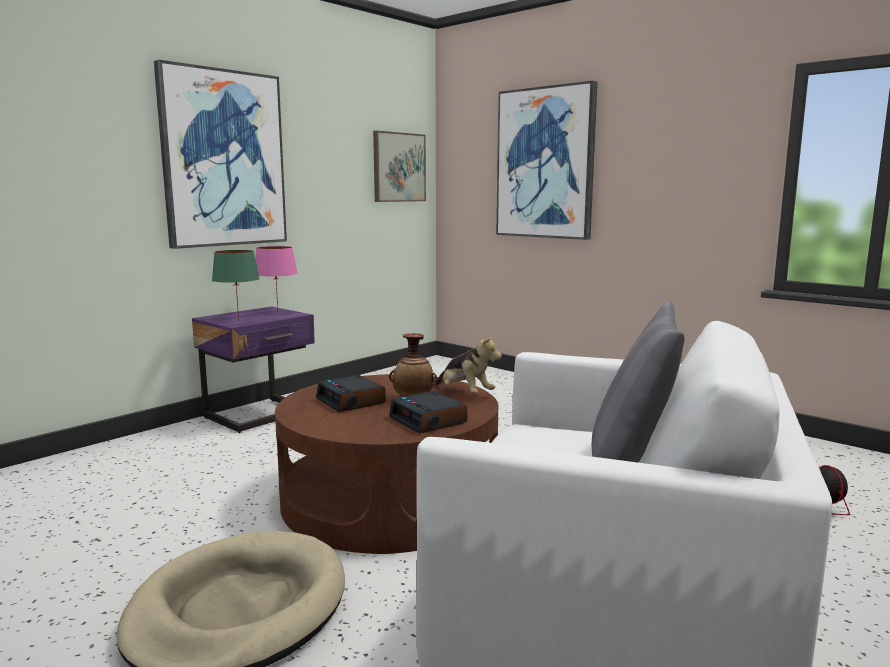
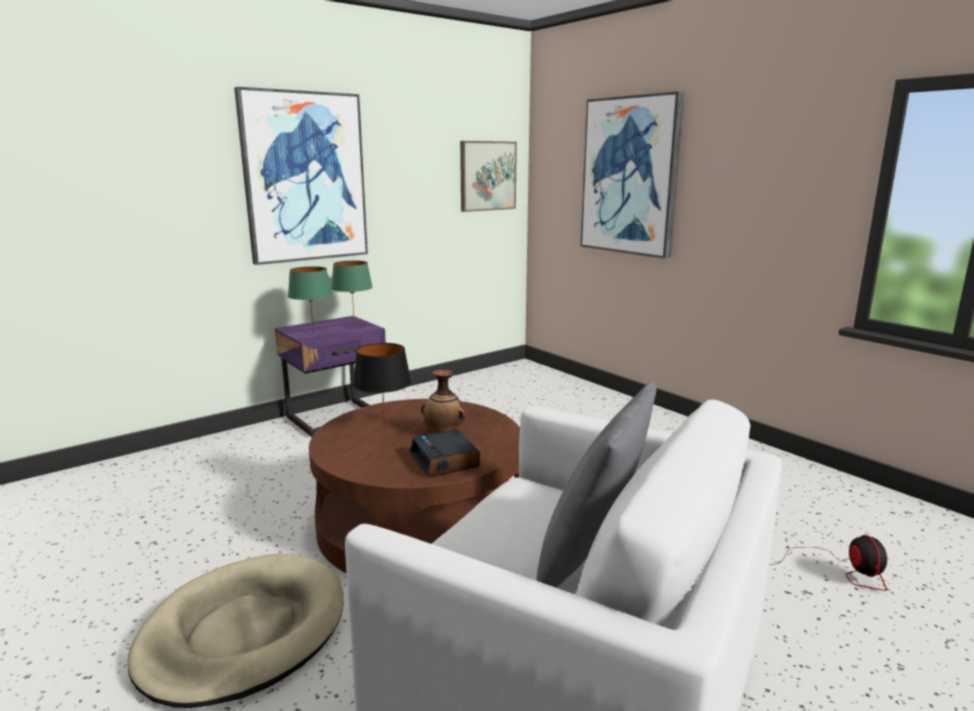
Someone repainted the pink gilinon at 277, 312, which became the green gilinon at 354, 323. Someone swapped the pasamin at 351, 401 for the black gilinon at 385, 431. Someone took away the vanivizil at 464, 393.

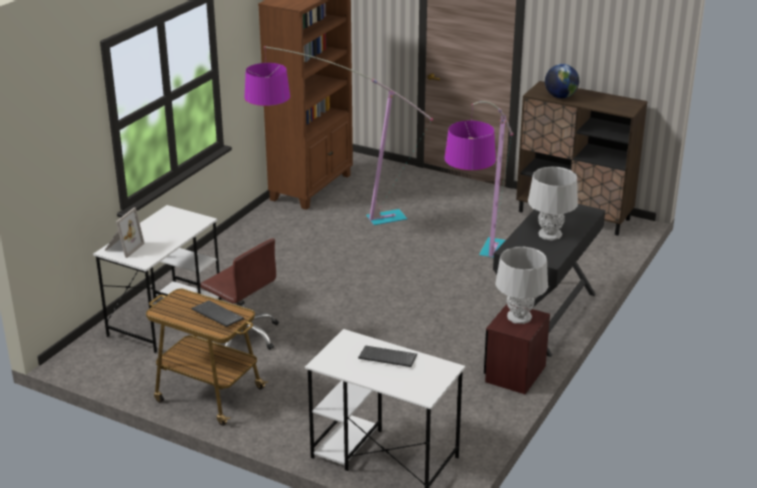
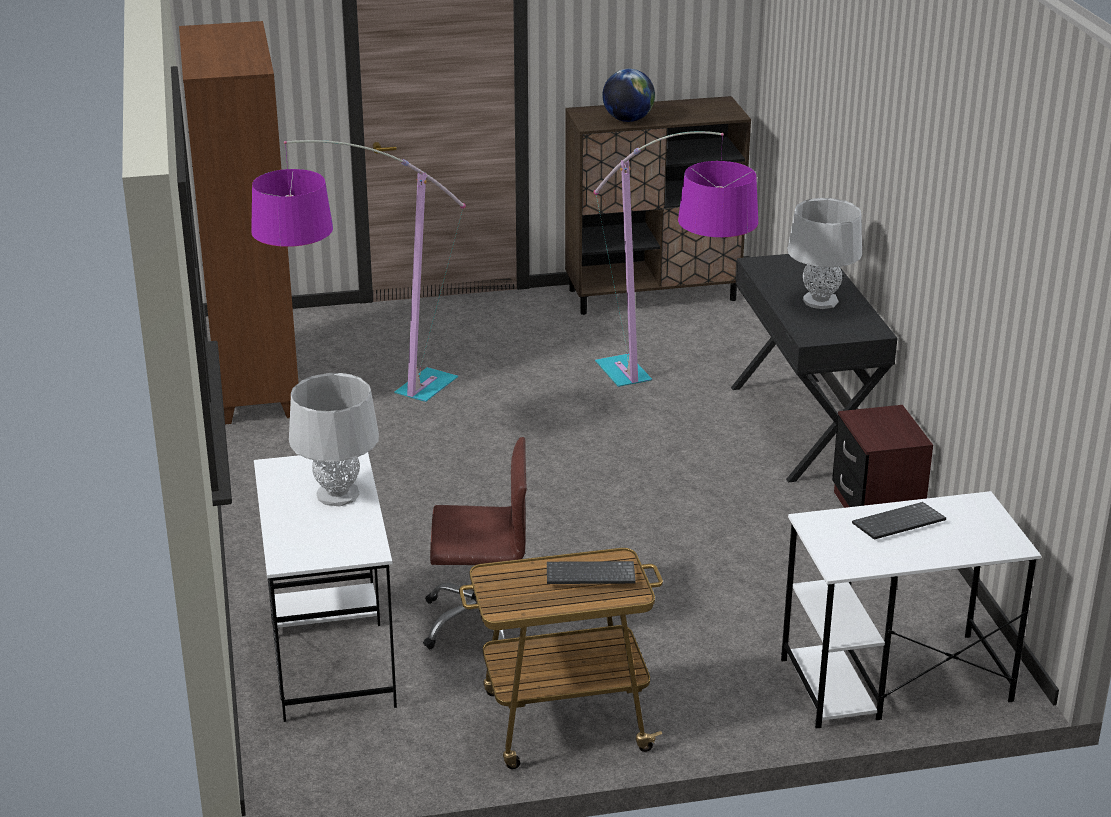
Someone took away the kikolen at 122, 247. Someone carried the grey gilinon from 519, 317 to 338, 495.

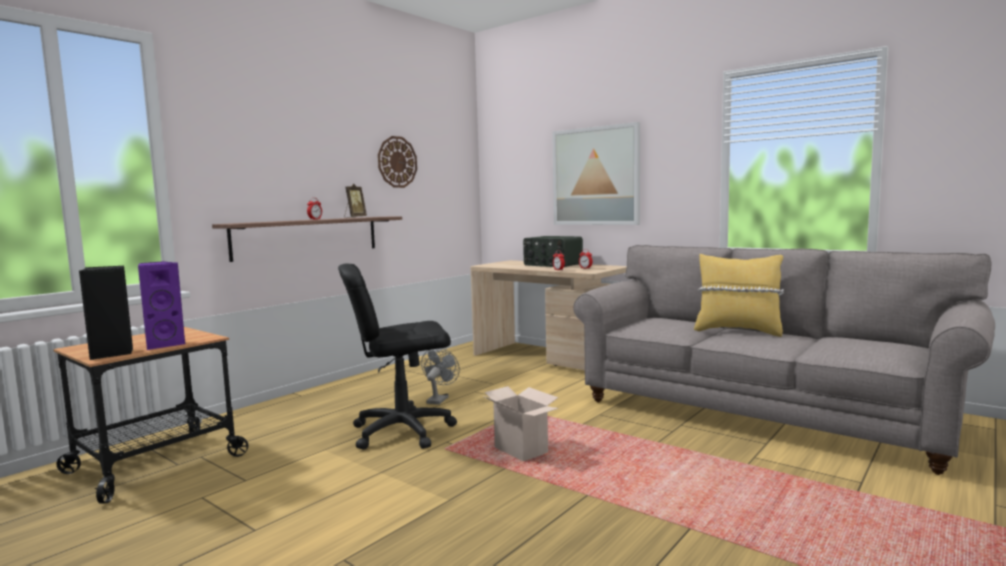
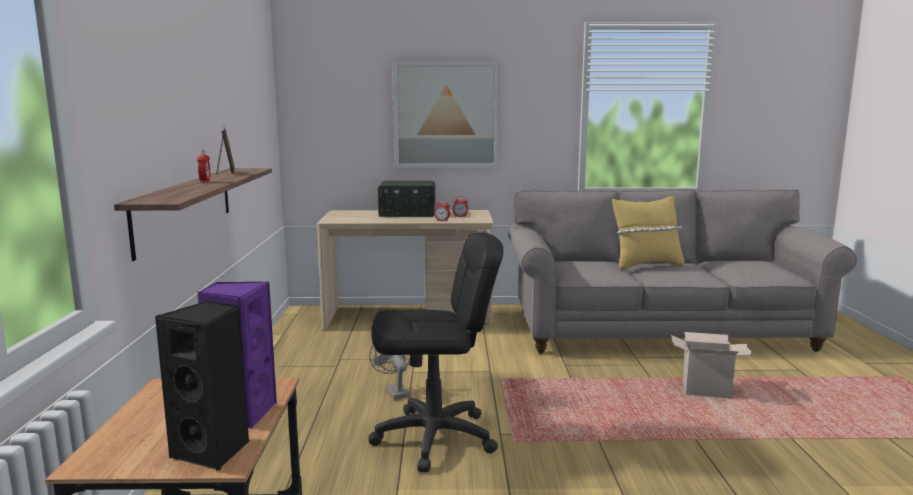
Someone rotated the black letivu at 402, 431 by 135 degrees counterclockwise. Someone took away the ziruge at 397, 162. Someone carried the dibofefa from 523, 450 to 707, 390.

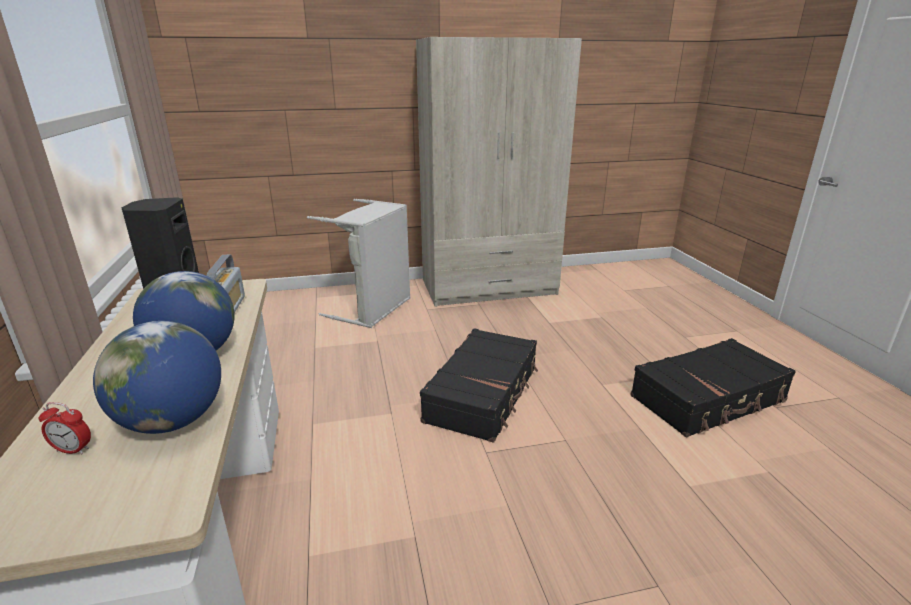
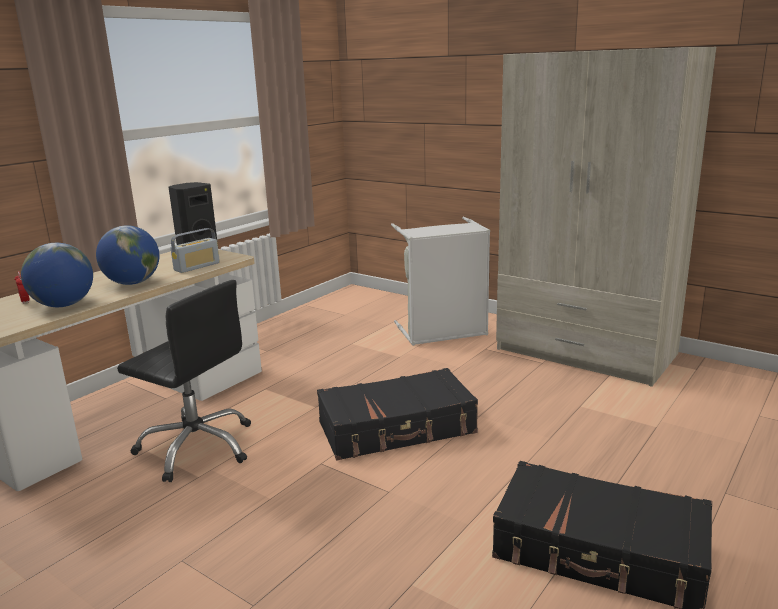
Someone put down the black letivu at 197, 447.

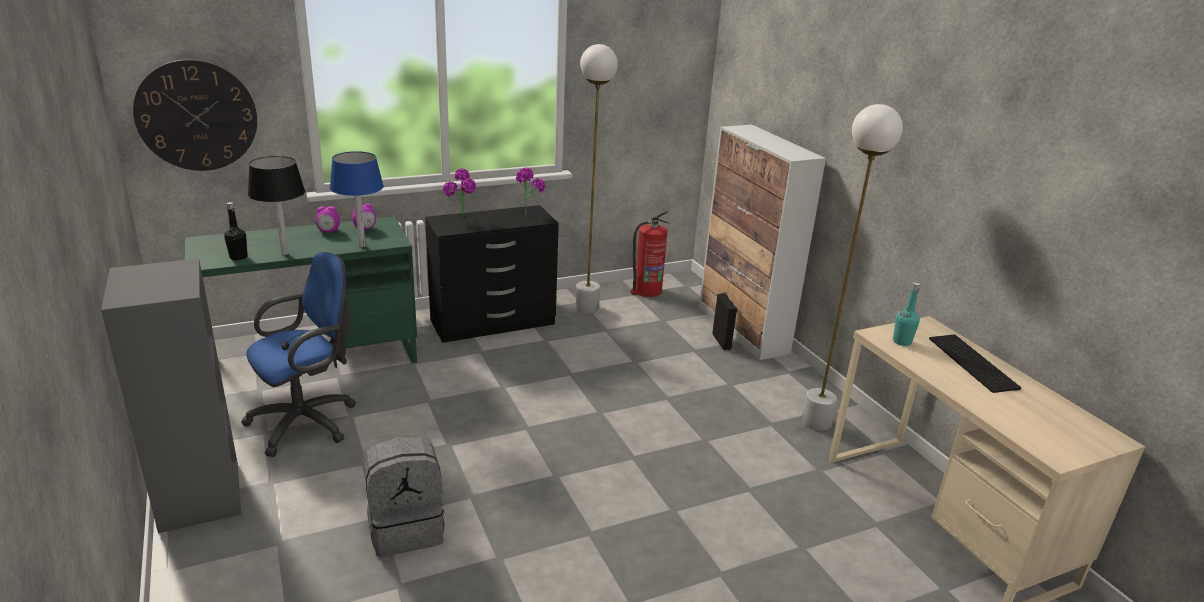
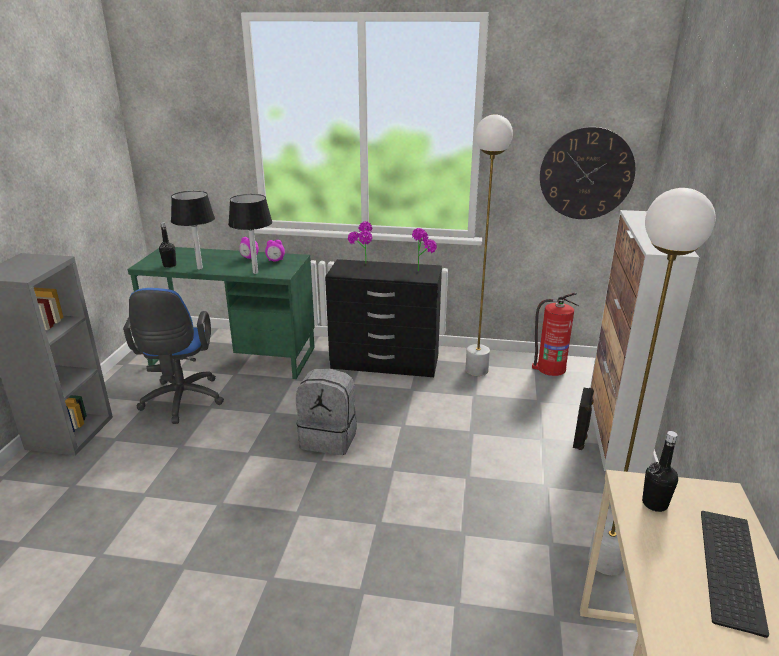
Someone carried the ziruge from 197, 116 to 586, 174. Someone rotated the blue letivu at 308, 422 by 90 degrees clockwise. Someone repainted the blue gilinon at 362, 246, which became the black gilinon at 255, 272. Someone carried the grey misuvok from 406, 529 to 329, 438. Someone repainted the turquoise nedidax at 902, 342, which became the black nedidax at 654, 504.

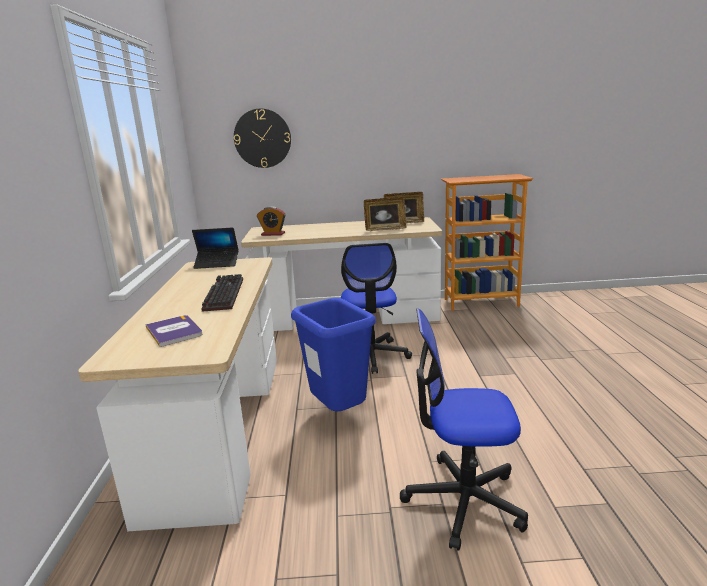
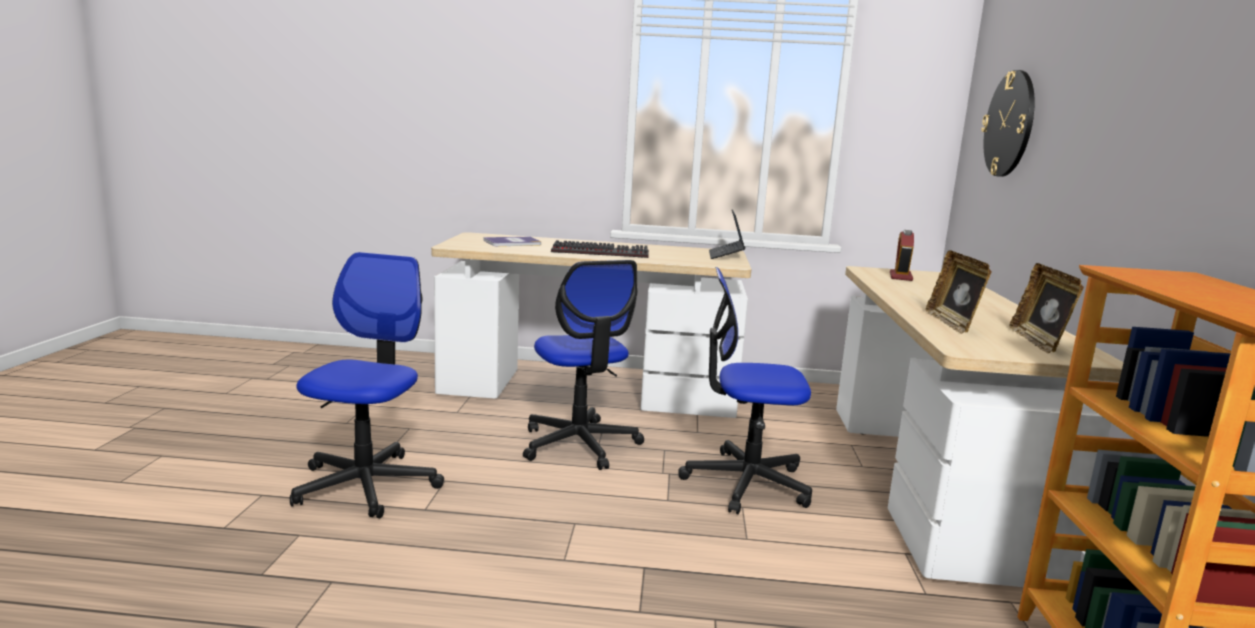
Someone swapped the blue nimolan at 339, 414 for the letivu at 580, 444.

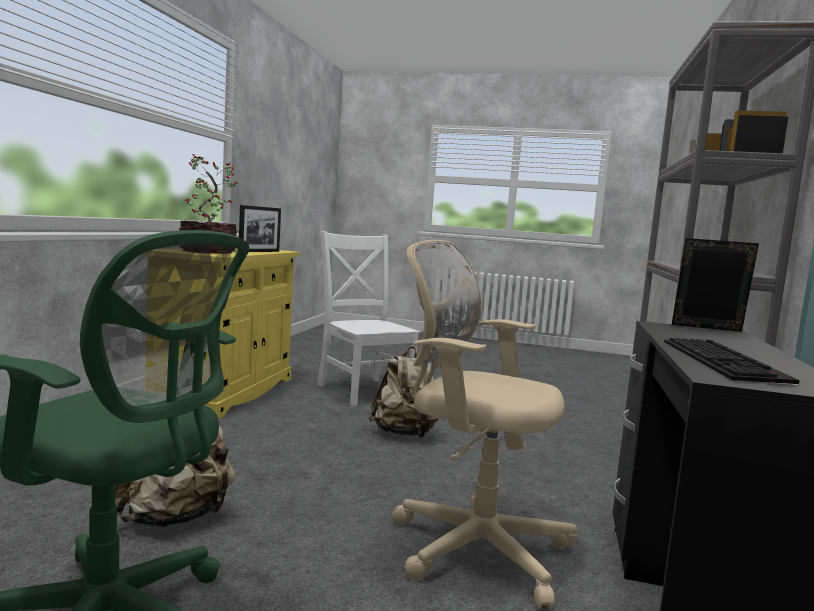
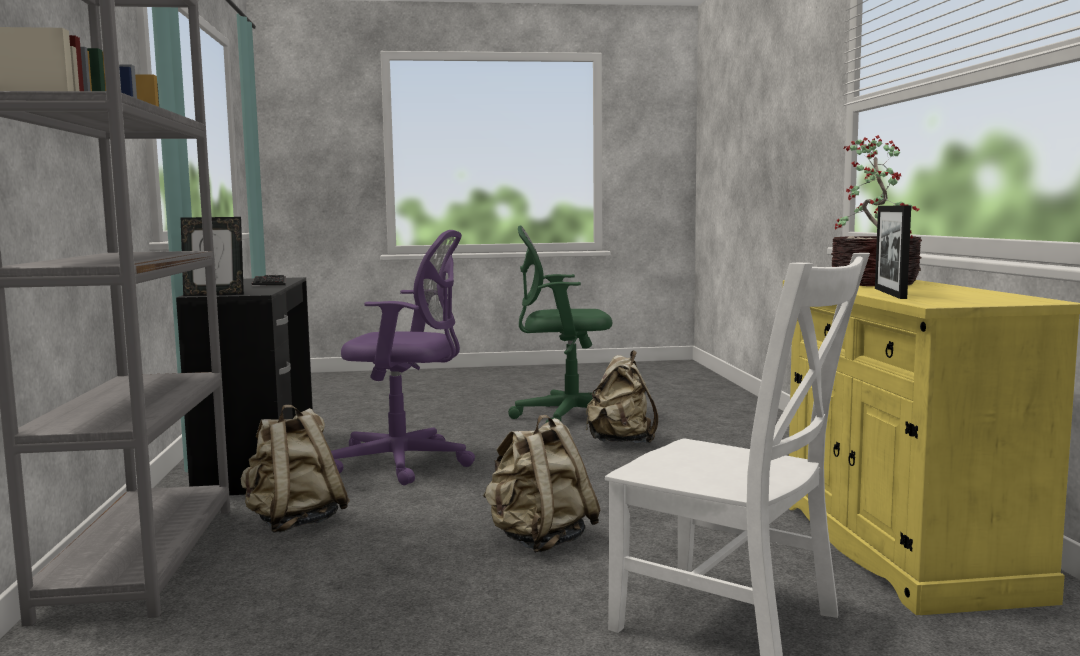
Someone repainted the beige letivu at 472, 546, which became the purple letivu at 405, 464. Someone put down the beige misuvok at 294, 522.

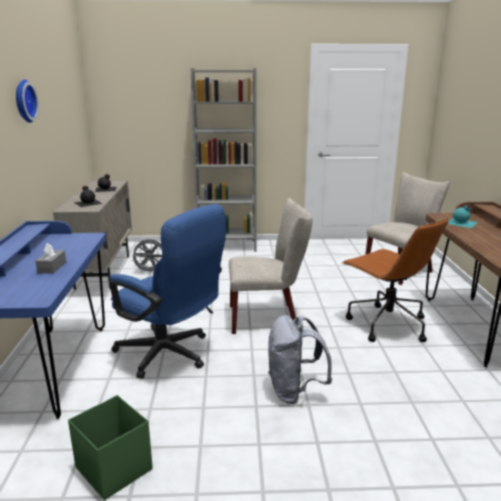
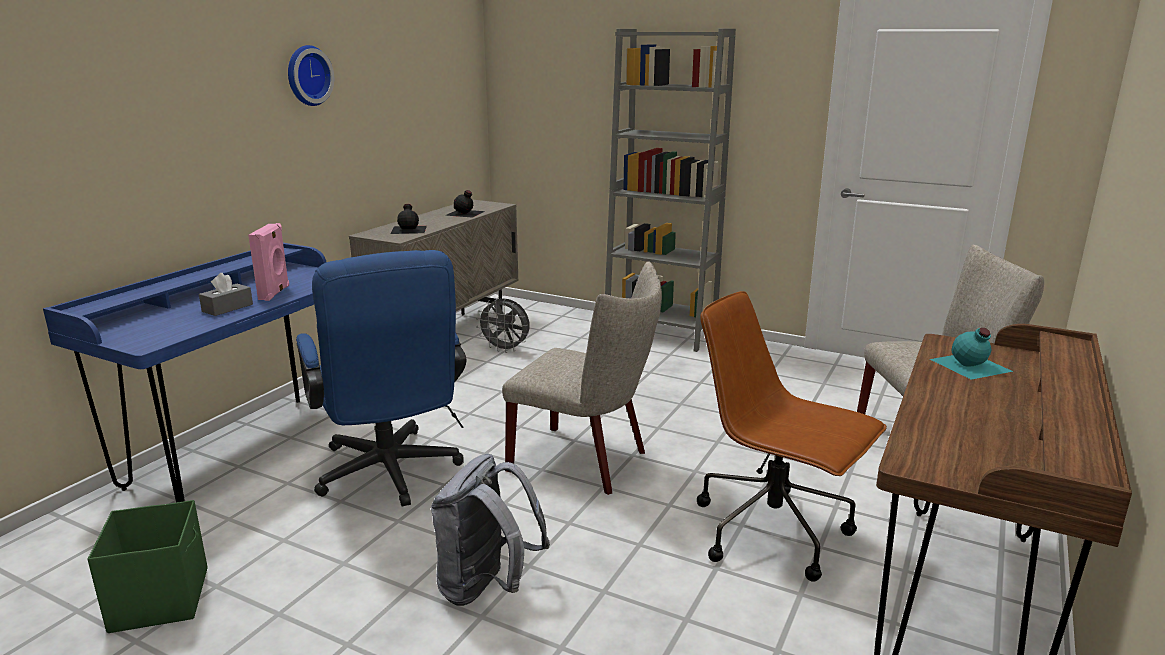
Someone rotated the brown letivu at 386, 324 by 135 degrees clockwise. Someone put down the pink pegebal at 275, 293.

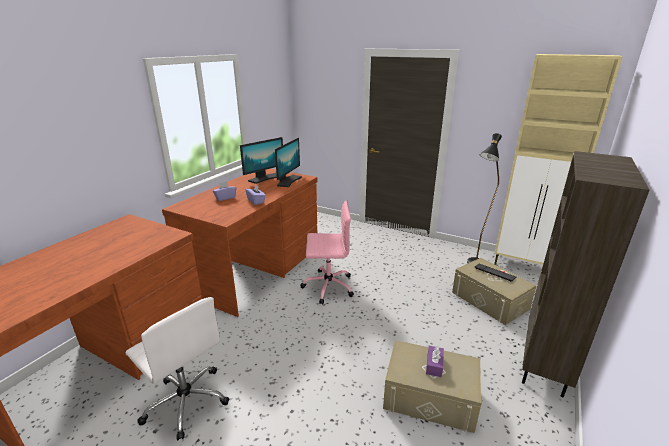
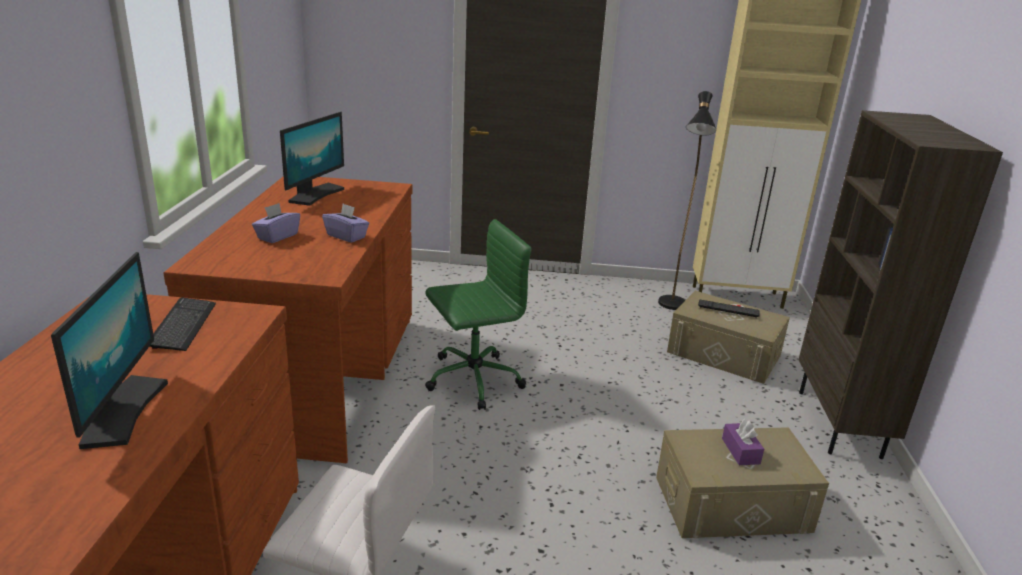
Someone carried the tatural from 288, 181 to 121, 411. Someone repainted the pink letivu at 327, 286, which became the green letivu at 472, 379. Someone put down the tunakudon at 183, 325.

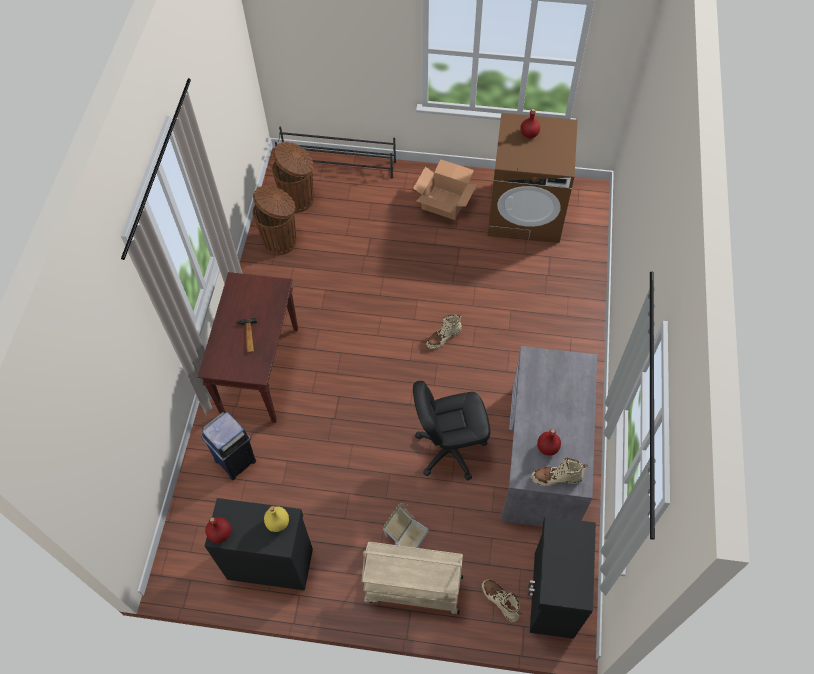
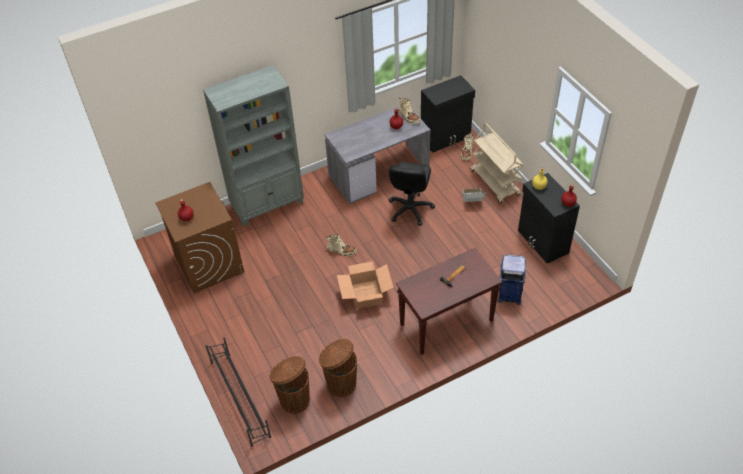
Someone carried the dibofefa from 444, 202 to 365, 294. Someone rotated the black letivu at 450, 449 by 60 degrees clockwise. Someone put down the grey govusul at 268, 204.

